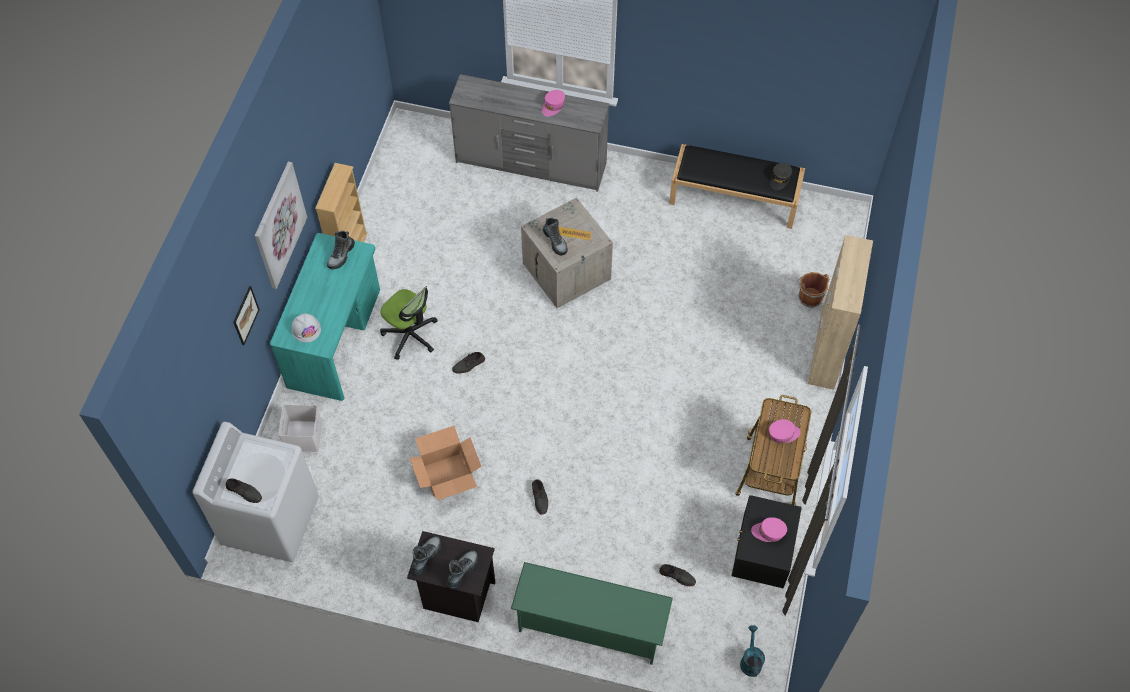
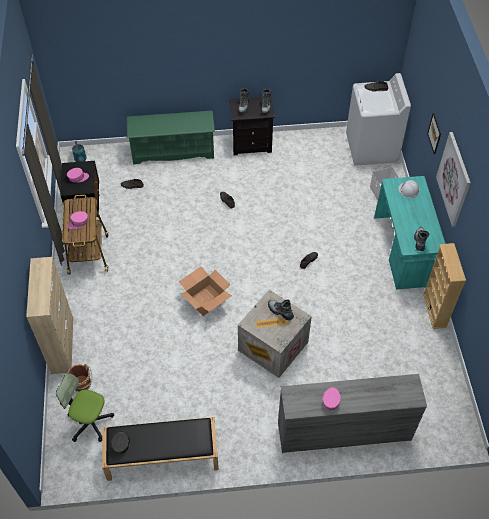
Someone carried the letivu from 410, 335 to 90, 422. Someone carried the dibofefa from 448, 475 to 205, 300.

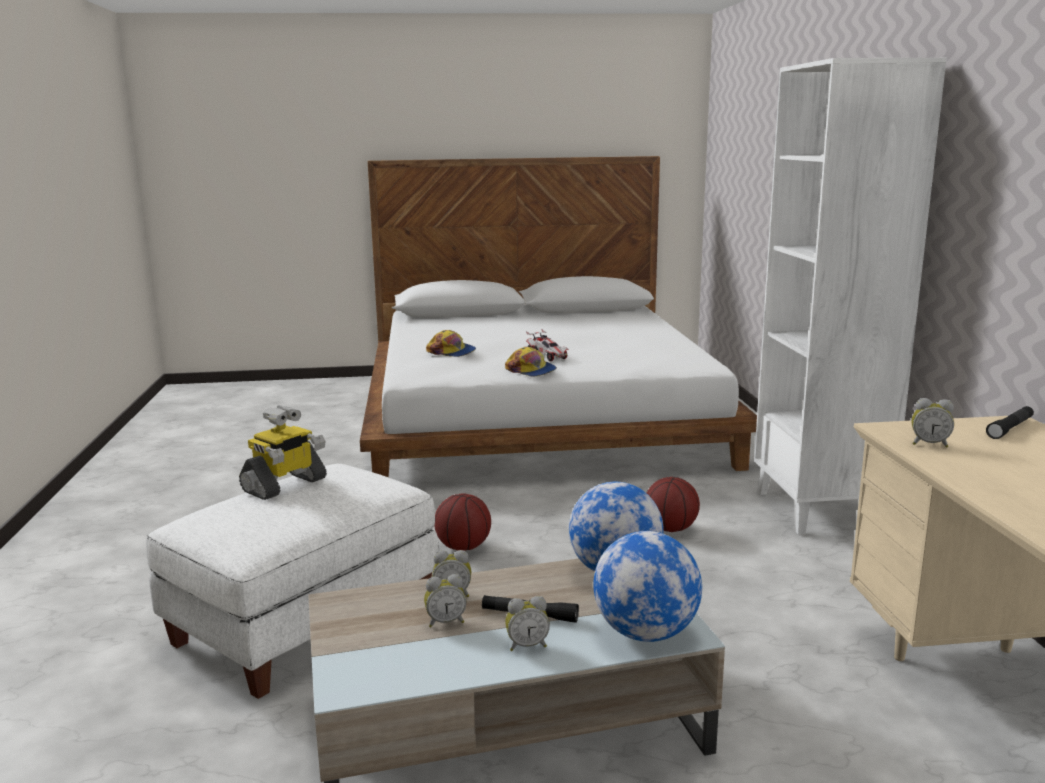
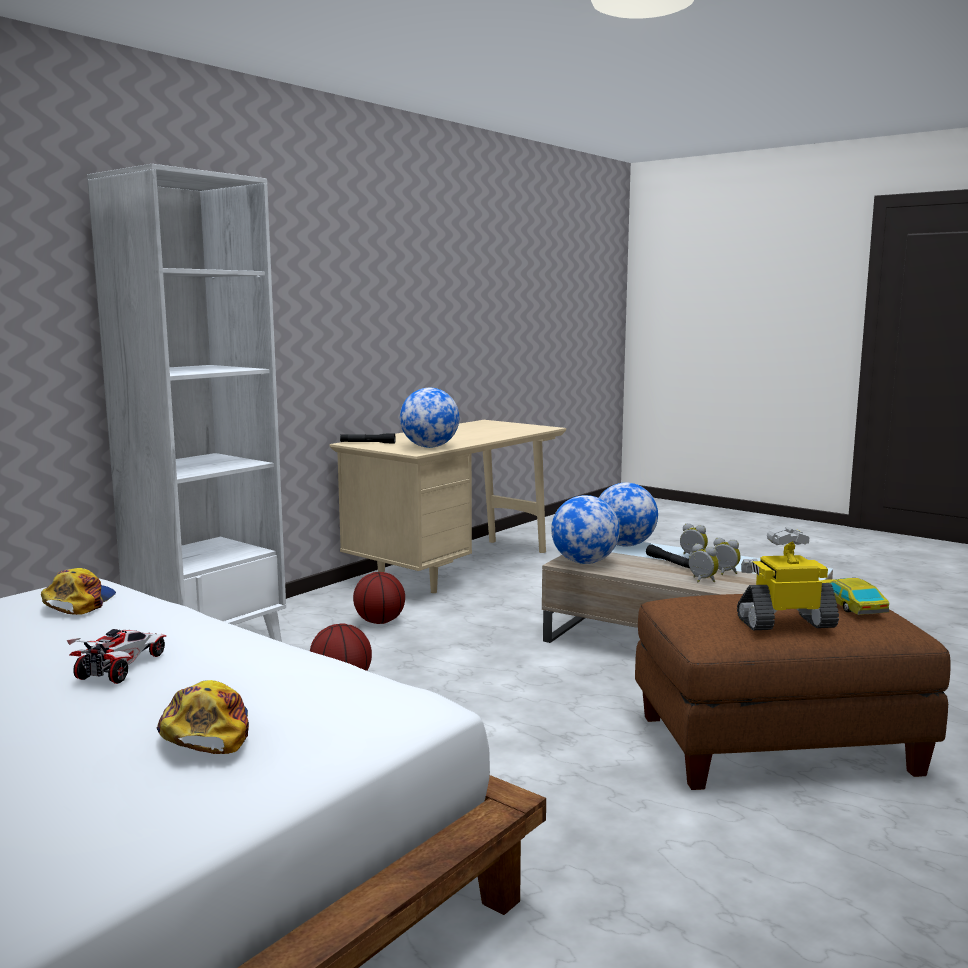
Someone repainted the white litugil at 305, 620, which became the brown litugil at 775, 745. Someone carried the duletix from 463, 547 to 380, 622. Someone carried the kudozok from 531, 370 to 78, 602. Someone swapped the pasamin at 929, 444 for the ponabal at 429, 447. Someone put down the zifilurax at 848, 604.

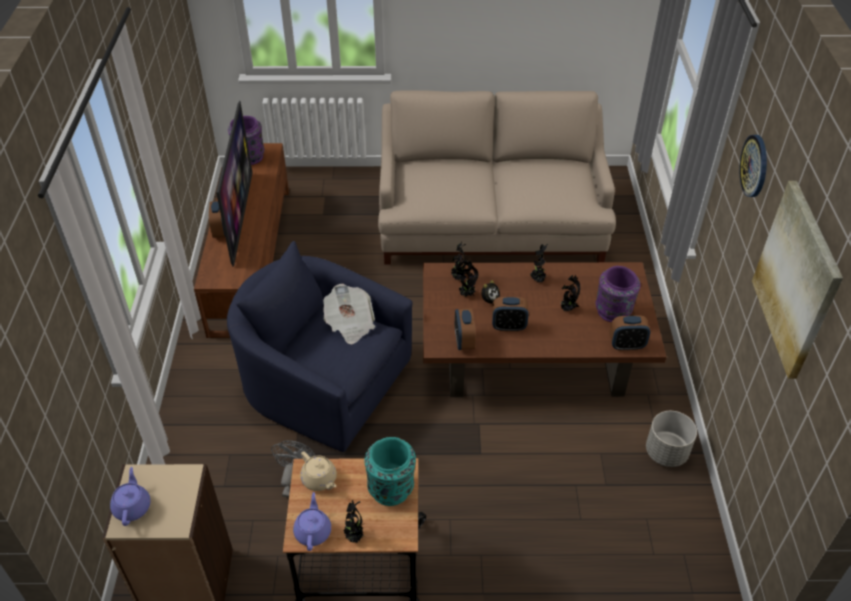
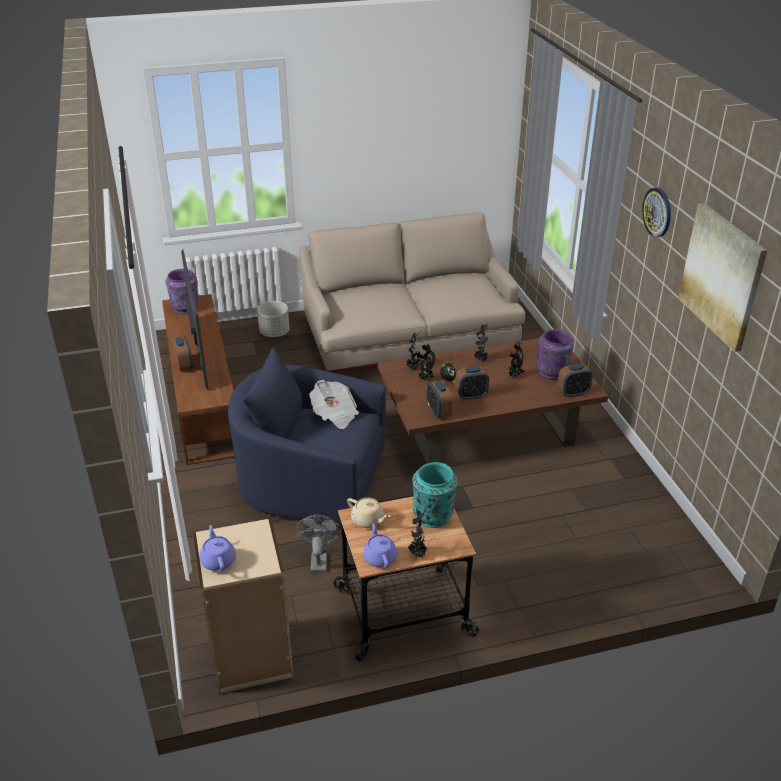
Someone carried the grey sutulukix from 666, 452 to 274, 333.

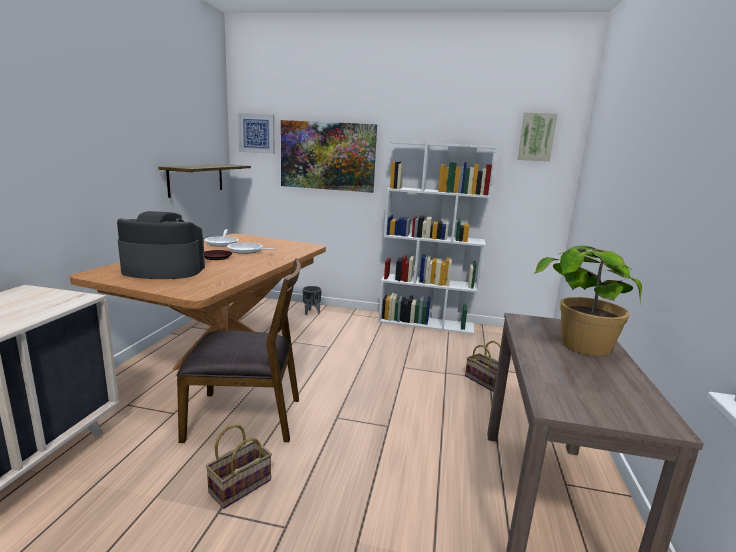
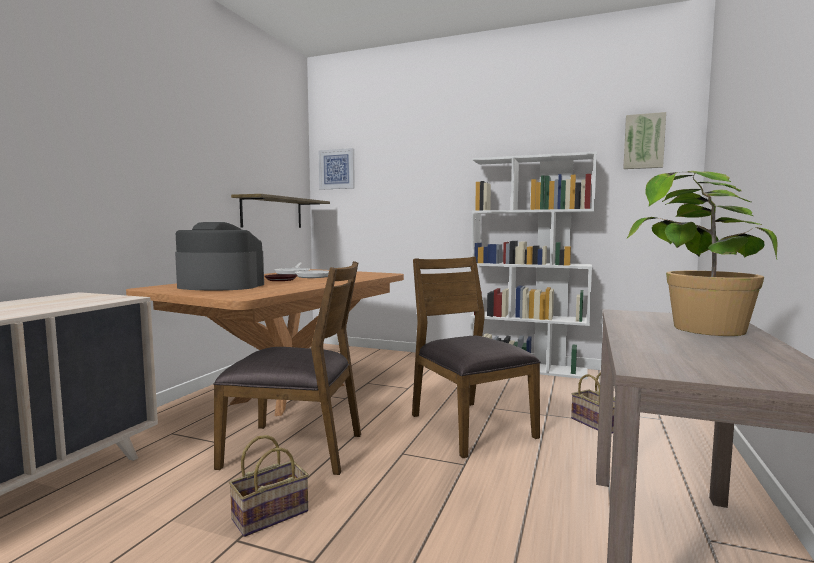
Someone took away the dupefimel at 327, 156. Someone took away the grey sutulukix at 311, 312. Someone put down the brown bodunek at 469, 426.

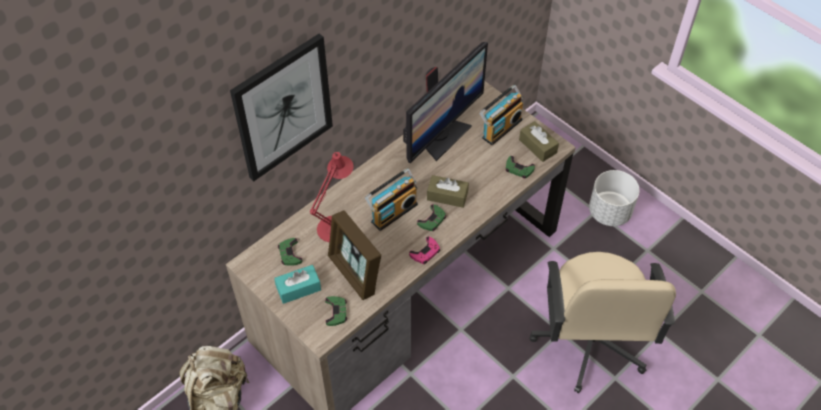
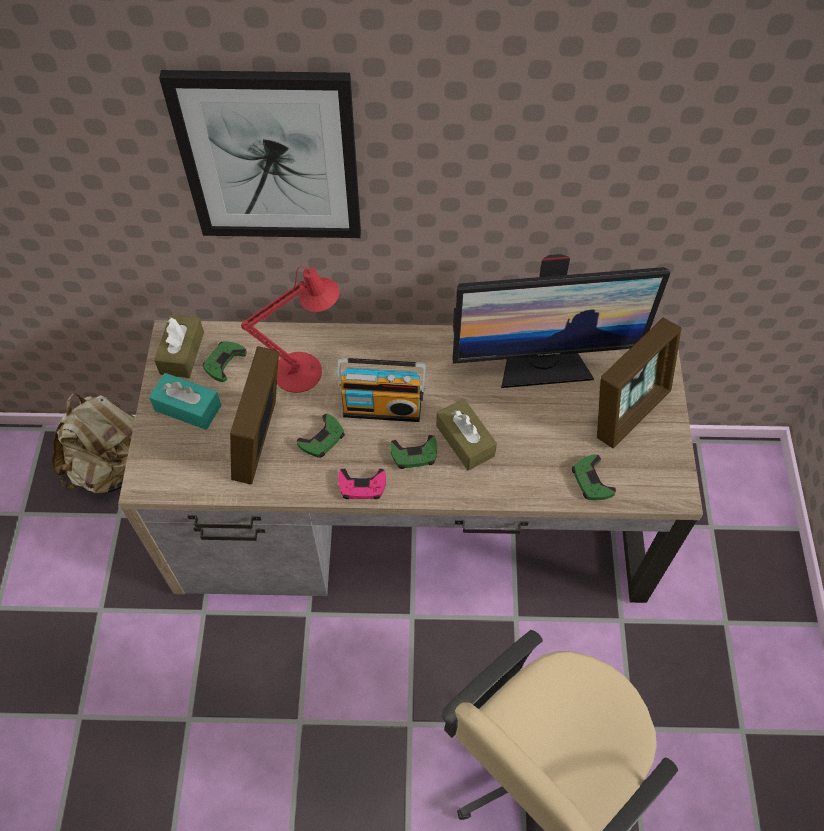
Someone carried the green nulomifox from 336, 312 to 322, 439. Someone swapped the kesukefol at 500, 128 for the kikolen at 628, 410. Someone carried the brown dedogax from 537, 146 to 182, 353. Someone took away the white sutulukix at 609, 212.

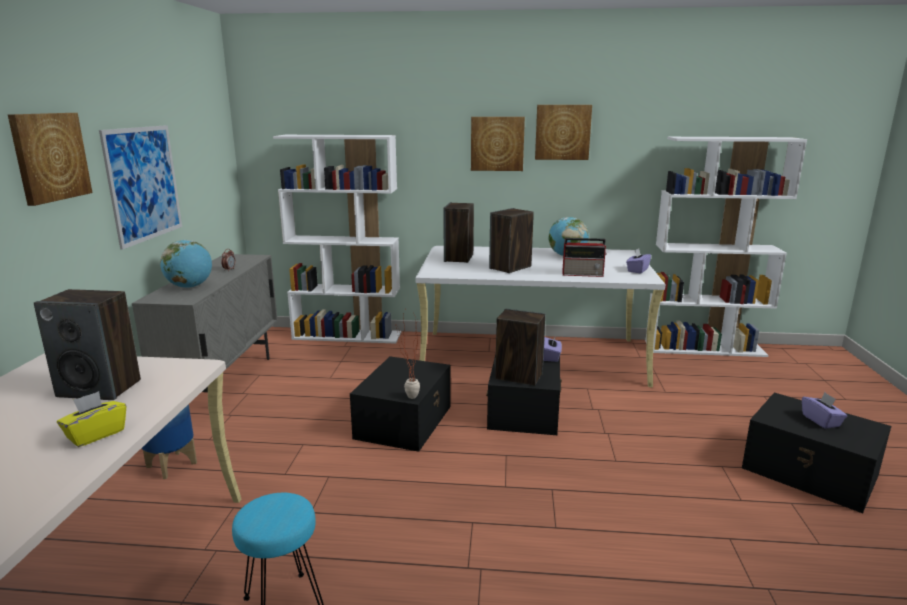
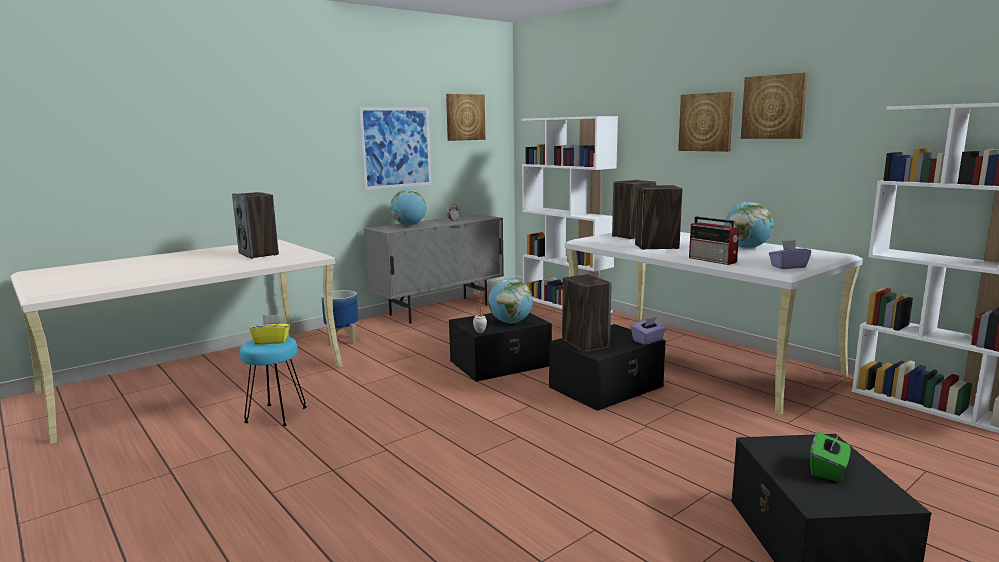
Someone carried the dupefimel from 50, 157 to 465, 117. Someone carried the yellow dedogax from 96, 434 to 271, 341. Someone repainted the purple dedogax at 821, 421, which became the green dedogax at 828, 470. Someone put down the ponabal at 510, 322.

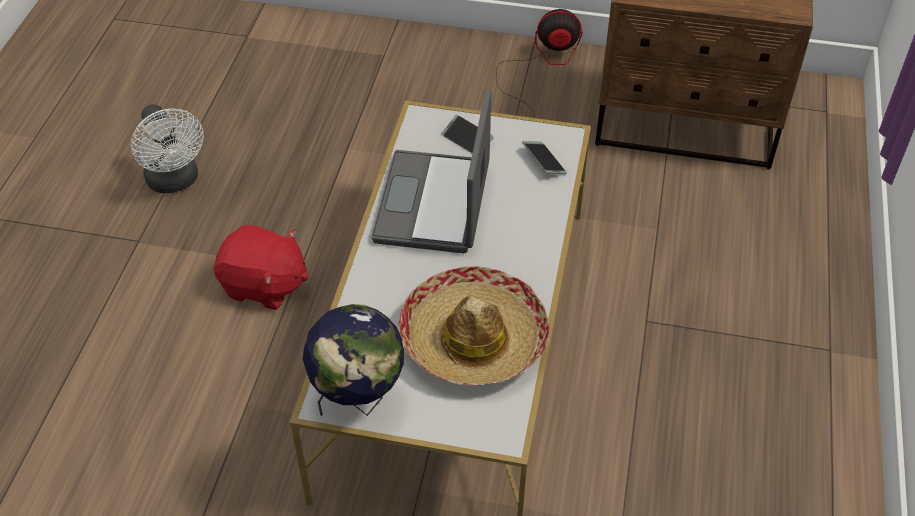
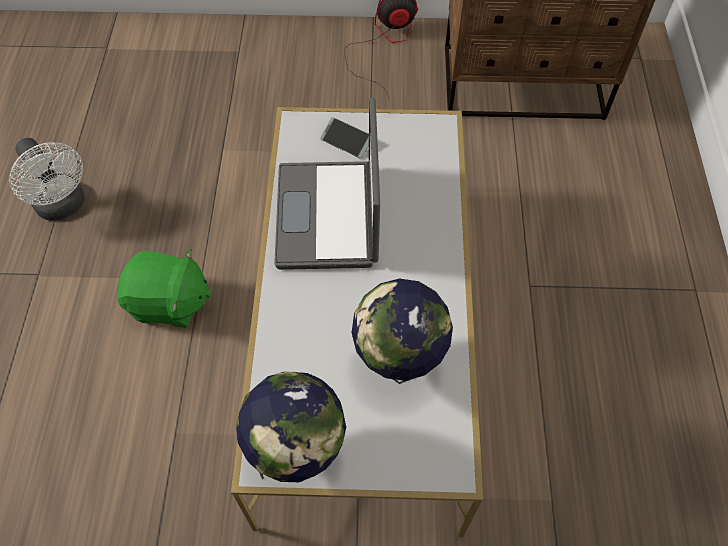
Someone repainted the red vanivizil at 264, 285, which became the green vanivizil at 169, 303. Someone swapped the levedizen at 473, 338 for the ponabal at 399, 362. Someone took away the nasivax at 543, 162.

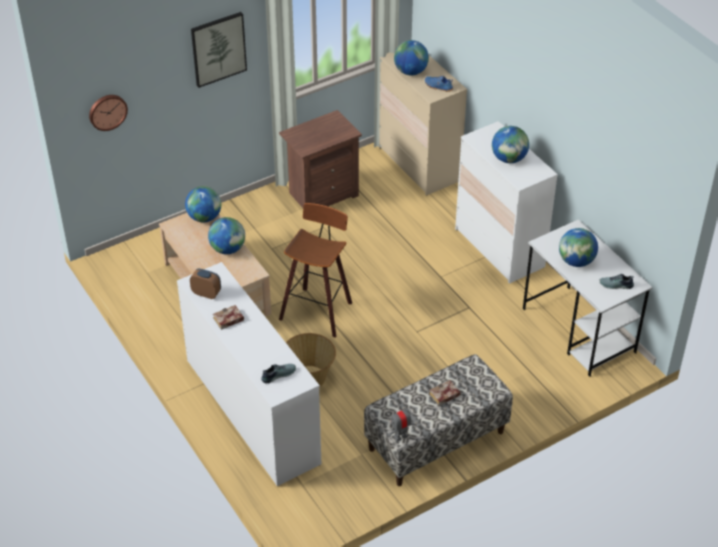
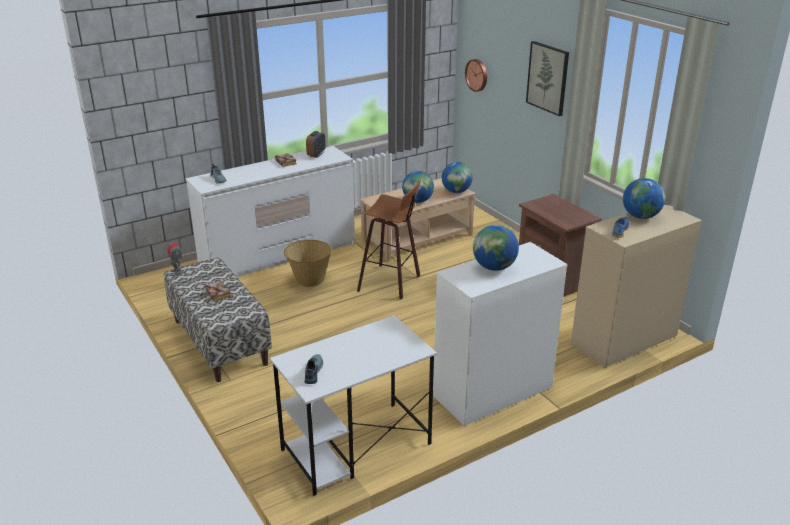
Someone took away the ponabal at 576, 261.

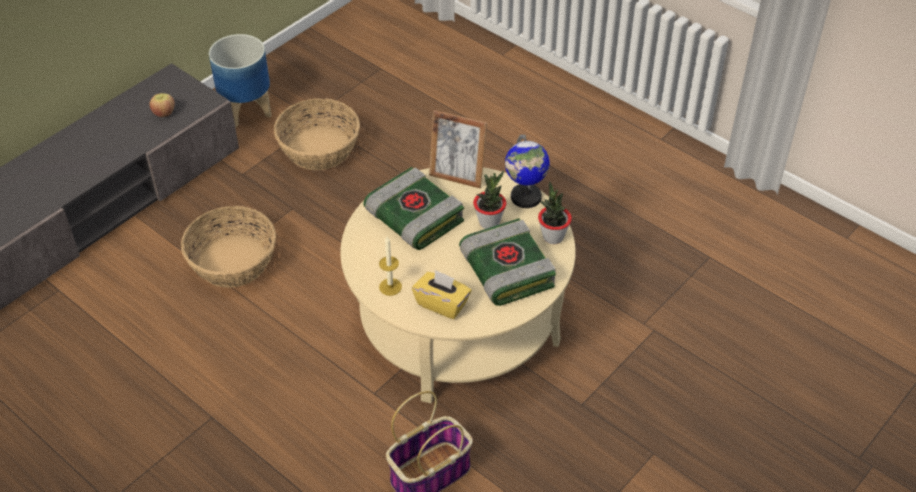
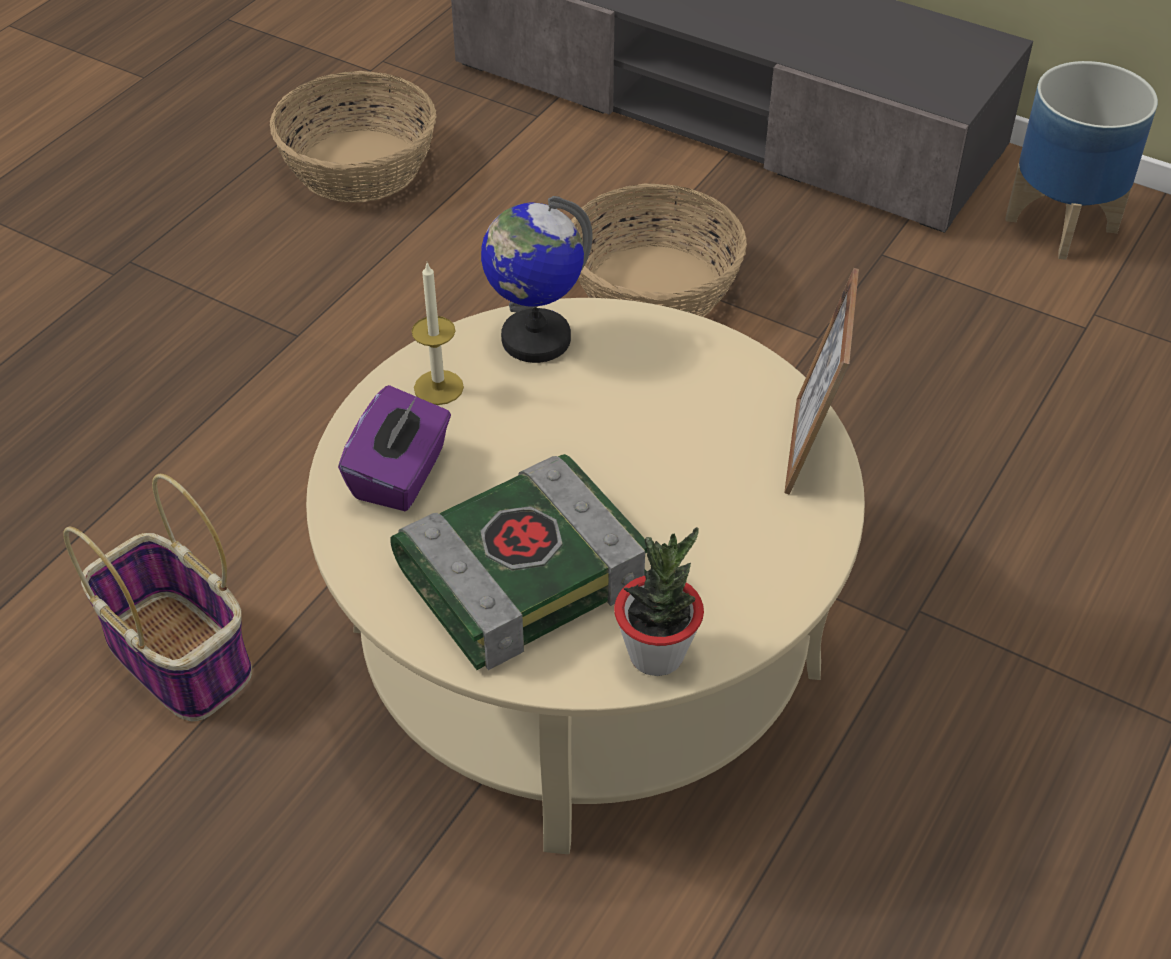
Someone took away the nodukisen at 164, 113. Someone carried the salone from 319, 148 to 360, 166. Someone took away the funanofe at 412, 217. Someone repainted the yellow dedogax at 442, 304, which became the purple dedogax at 401, 475. Someone took away the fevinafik at 489, 222. Someone carried the ponabal from 525, 197 to 535, 338.

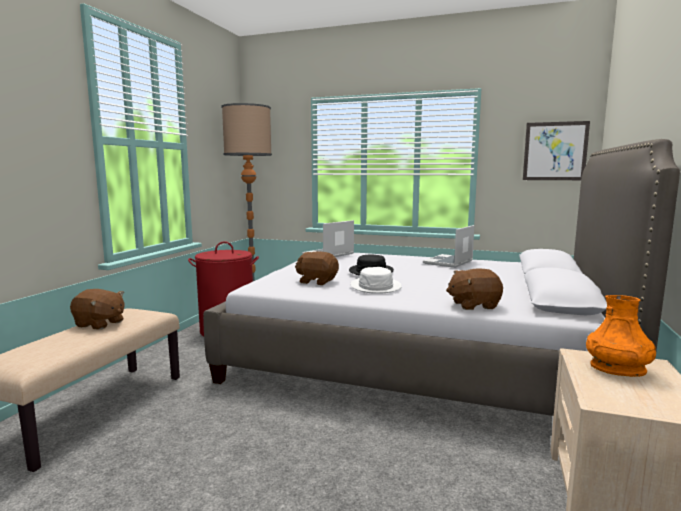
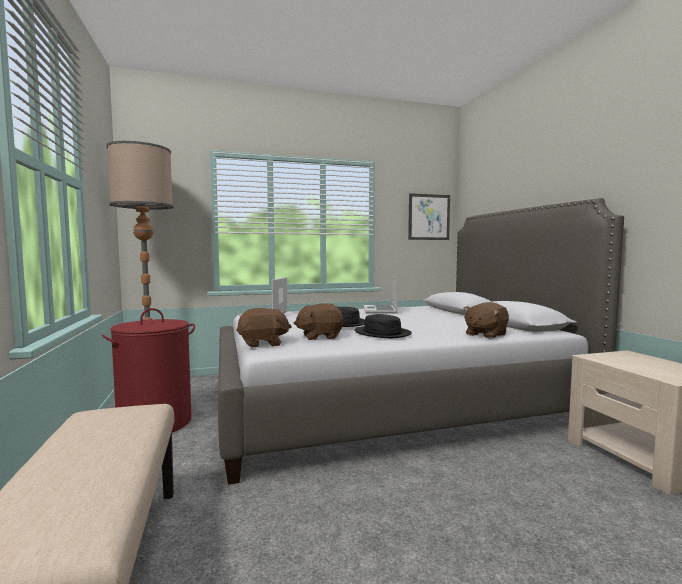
Someone carried the brown vanivizil from 99, 324 to 263, 344. Someone repainted the white levedizen at 376, 286, which became the black levedizen at 382, 333. Someone took away the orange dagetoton at 617, 369.

